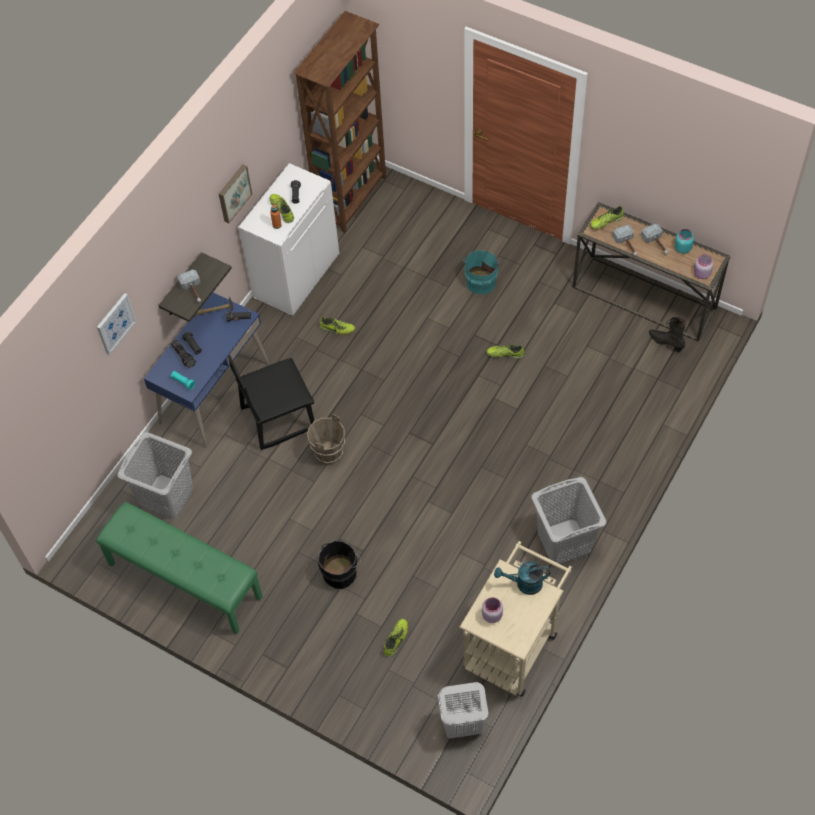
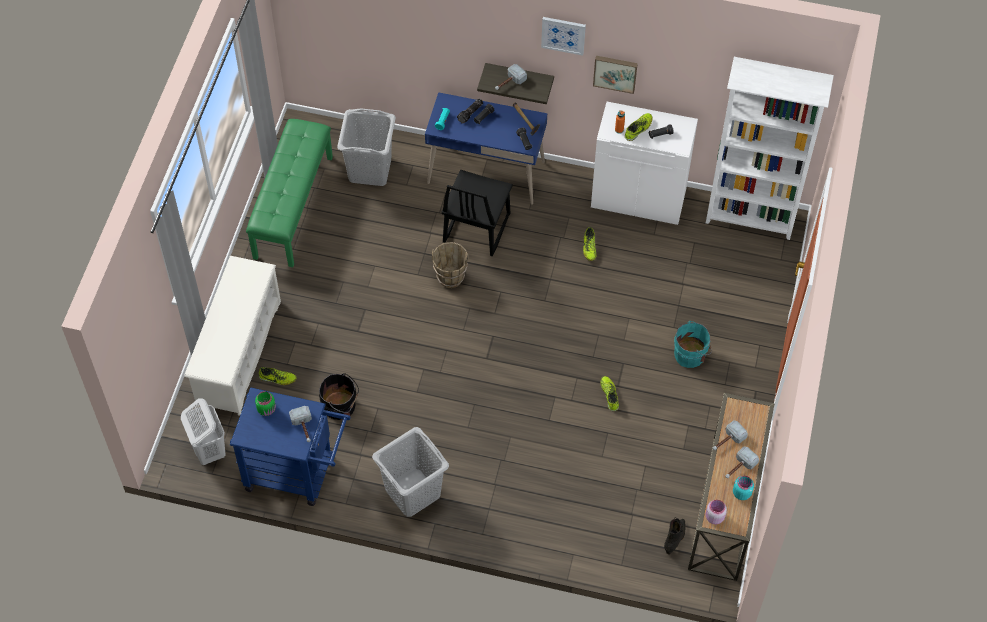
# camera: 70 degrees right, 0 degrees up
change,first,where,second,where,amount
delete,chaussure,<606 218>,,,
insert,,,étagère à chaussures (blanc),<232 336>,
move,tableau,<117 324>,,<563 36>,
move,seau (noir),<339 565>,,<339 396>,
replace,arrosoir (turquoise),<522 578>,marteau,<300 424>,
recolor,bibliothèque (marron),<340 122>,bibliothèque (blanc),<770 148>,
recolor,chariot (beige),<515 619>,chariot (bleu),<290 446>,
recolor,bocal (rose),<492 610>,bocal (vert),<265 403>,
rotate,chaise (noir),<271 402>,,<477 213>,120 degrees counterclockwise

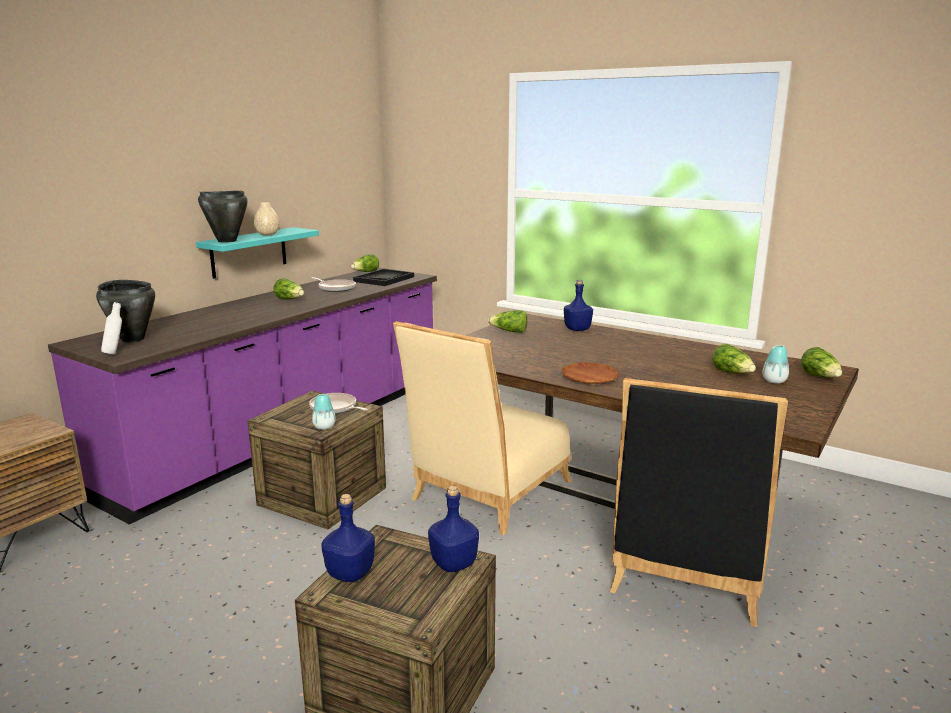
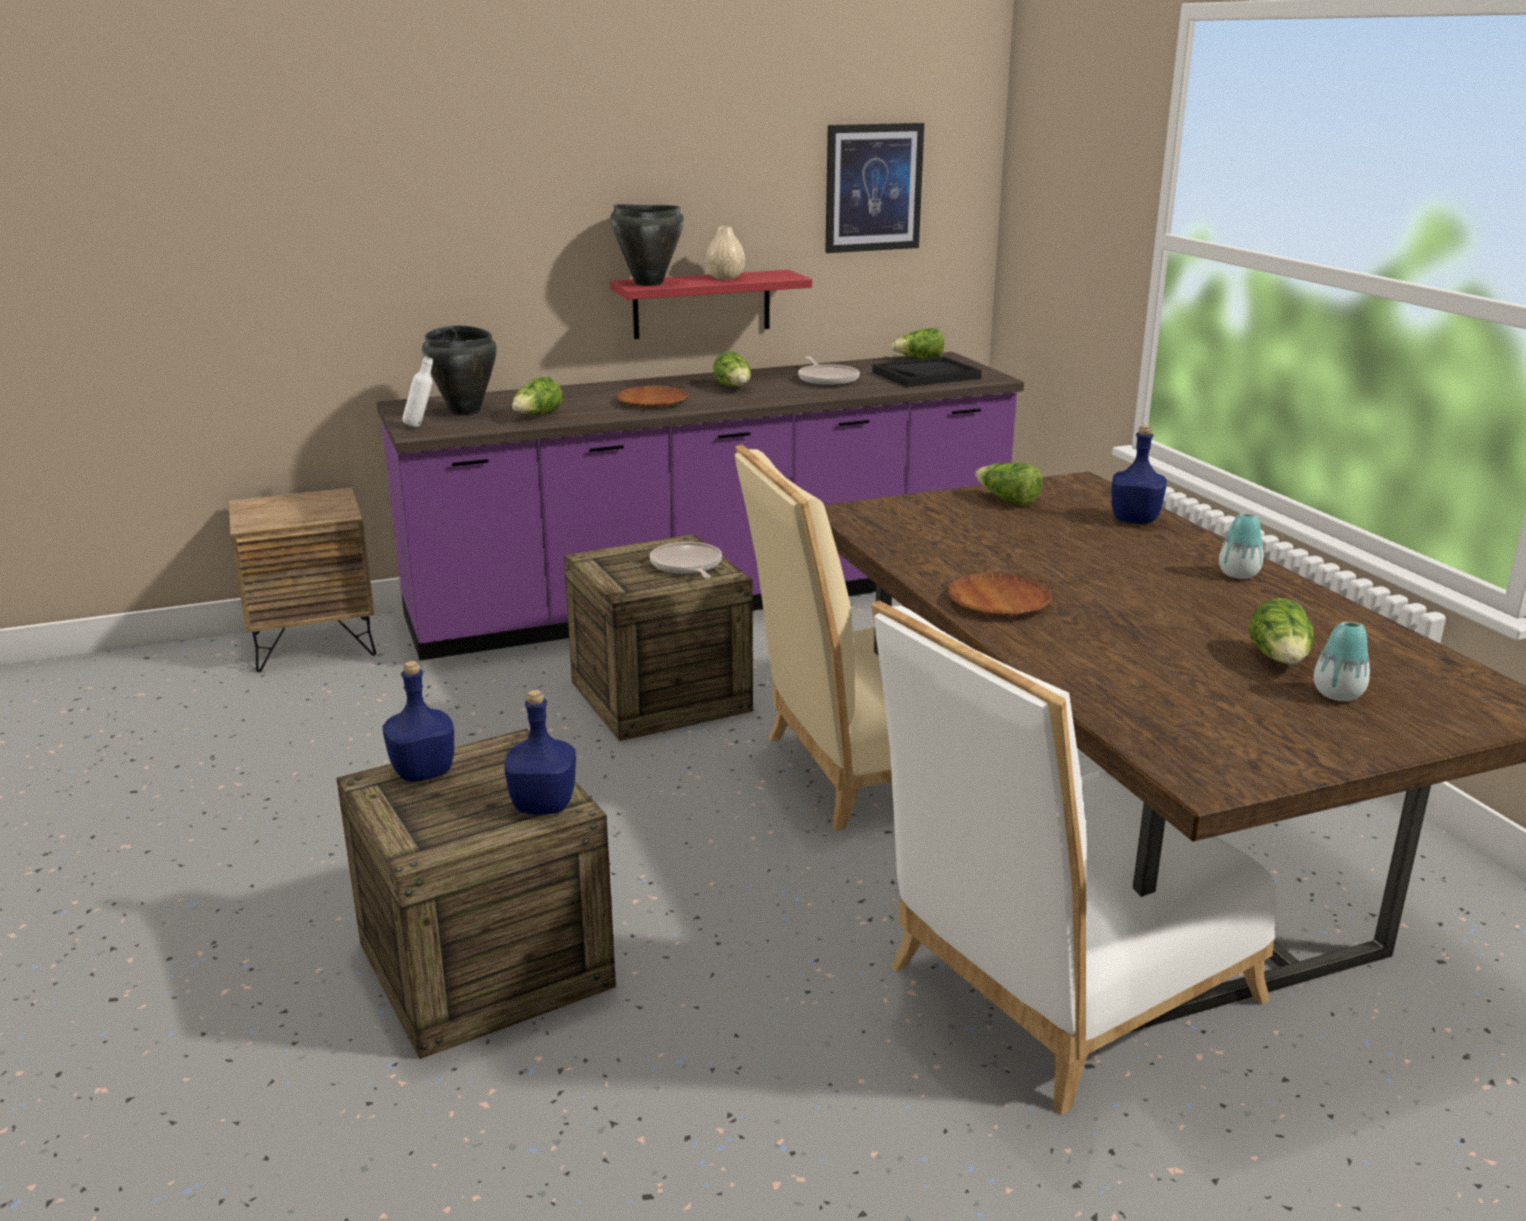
# camera: 35 degrees right, 5 degrees up
change,first,where,second,where,amount
insert,,,assiette (marron),<652 396>,
insert,,,tableau,<874 188>,
move,vase,<324 412>,,<1241 546>,
move,laitue,<821 362>,,<537 395>,
recolor,étagère (turquoise),<257 253>,étagère (rouge),<711 304>,
recolor,chaise (noir),<699 502>,chaise (blanc),<1074 857>,

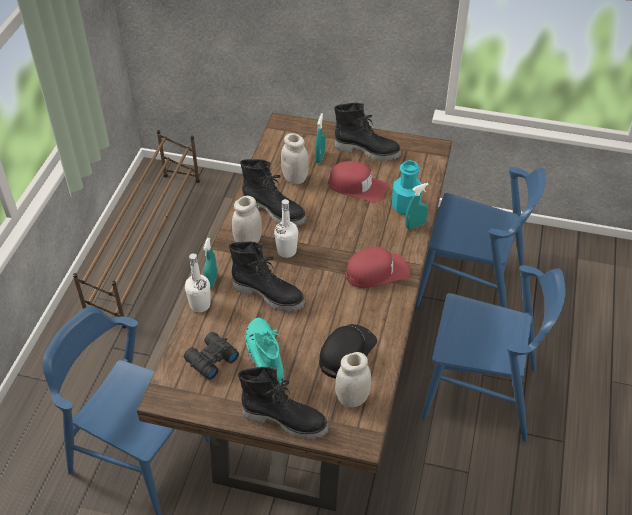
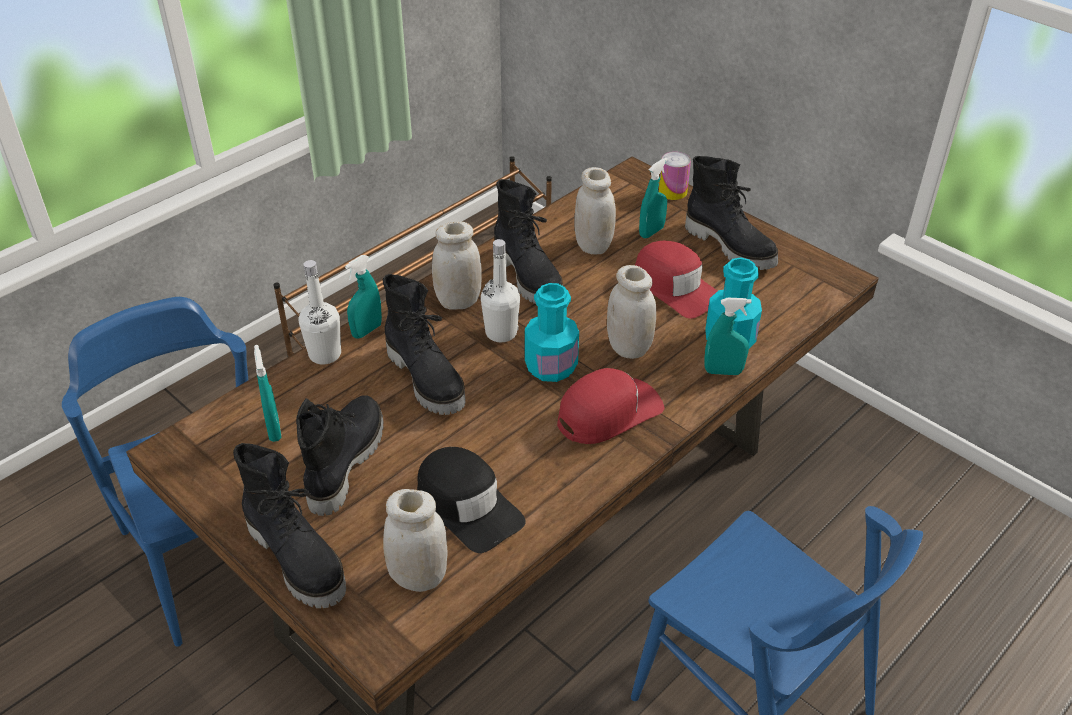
# camera: 30 degrees right, 5 degrees down
change,first,where,second,where,amount
delete,chaise (bleu),<480 237>,,,
insert,,,bouteille (turquoise),<552 332>,
insert,,,bocal (blanc),<631 312>,
insert,,,boîte métallique,<675 176>,
replace,jumelles (noir),<211 356>,vaporisateur (turquoise),<268 393>,
recolor,botte (turquoise),<265 352>,botte (noir),<340 455>,
rotate,casquette (noir),<348 351>,,<471 500>,75 degrees clockwise
rotate,casquette (rouge),<377 267>,,<610 406>,45 degrees counterclockwise

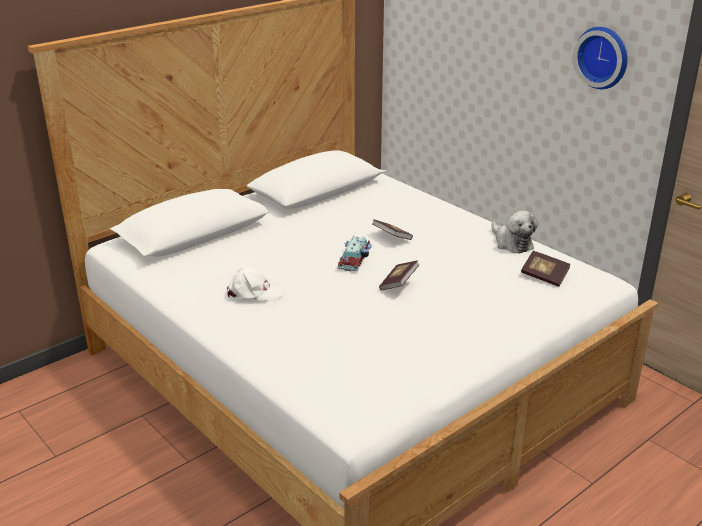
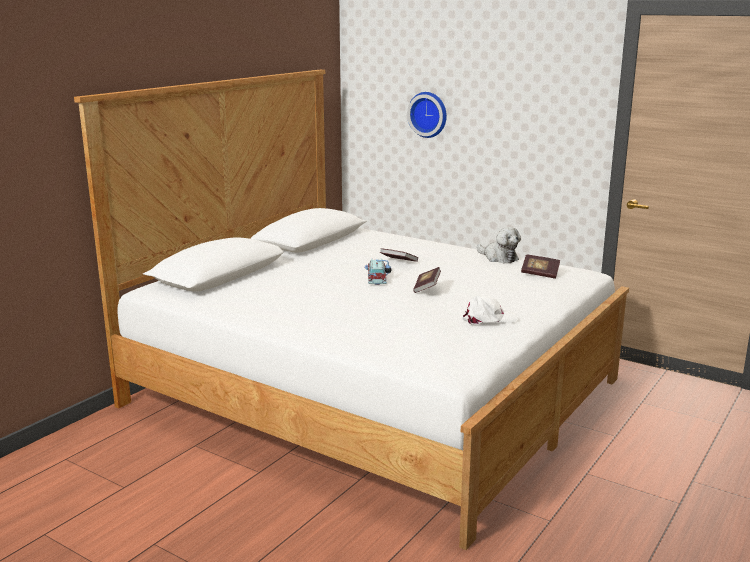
# camera: 15 degrees left, 10 degrees down
change,first,where,second,where,amount
move,casquette (blanc),<255 284>,,<490 310>,
move,horloge murale,<600 58>,,<427 115>,

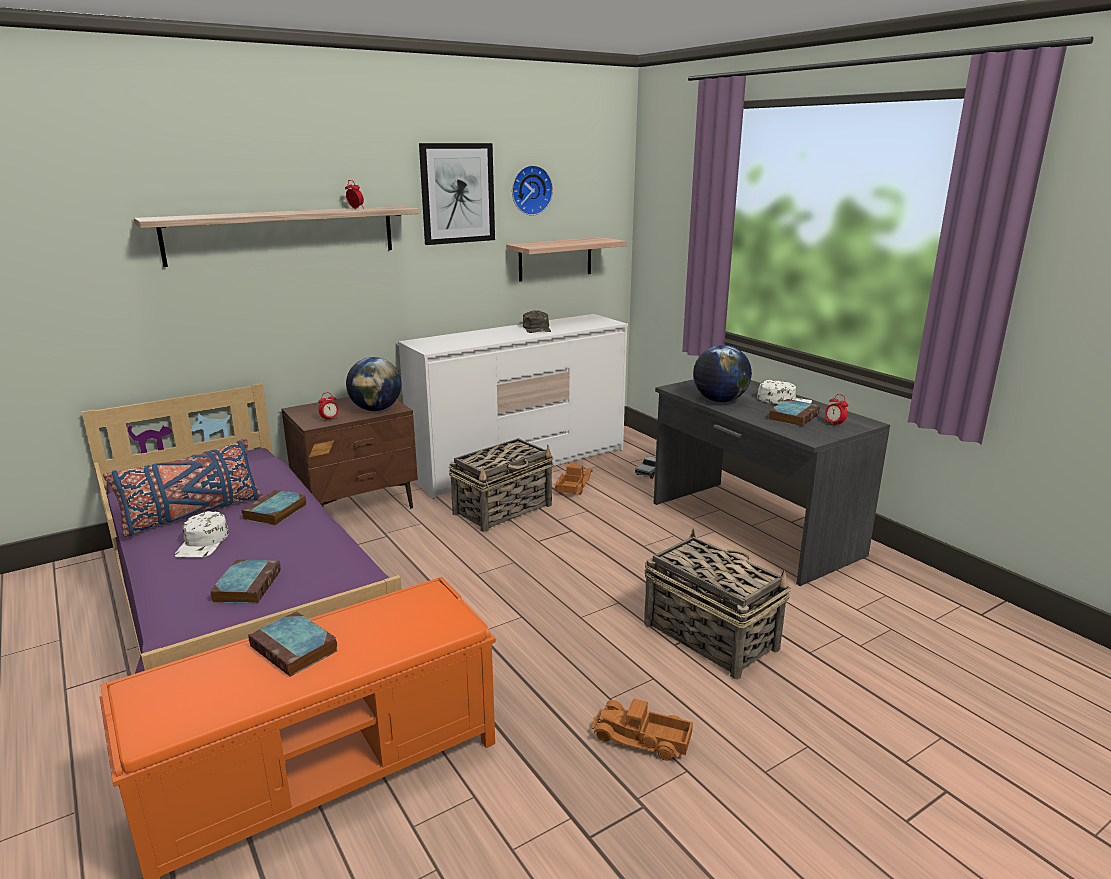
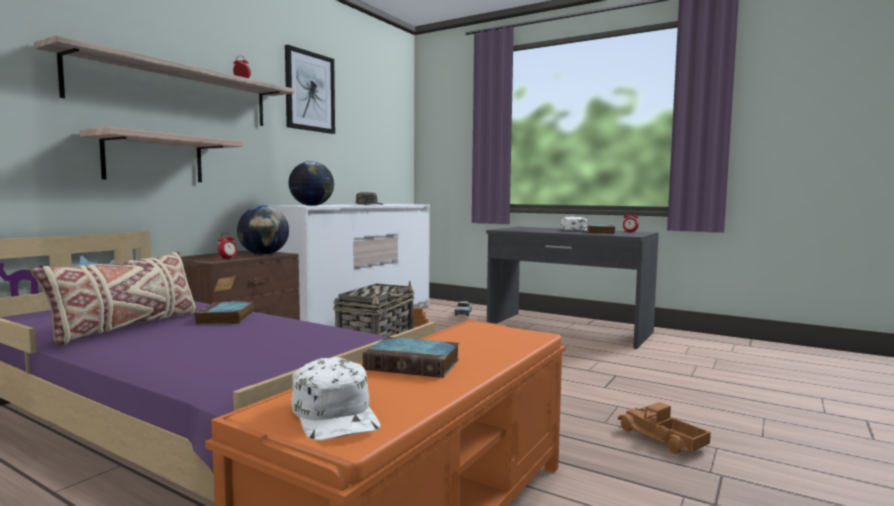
# camera: 25 degrees left, 15 degrees down
change,first,where,second,where,amount
delete,livre,<245 582>,,,
delete,horloge murale,<532 190>,,,
delete,panier,<717 604>,,,
move,casquette (blanc),<202 534>,,<336 399>,
move,étagère,<566 259>,,<161 154>,
move,globe,<722 373>,,<311 183>,
recolor,coussin (bleu),<183 488>,coussin (beige),<114 298>,
rotate,camion jouet,<642 729>,,<664 428>,60 degrees clockwise

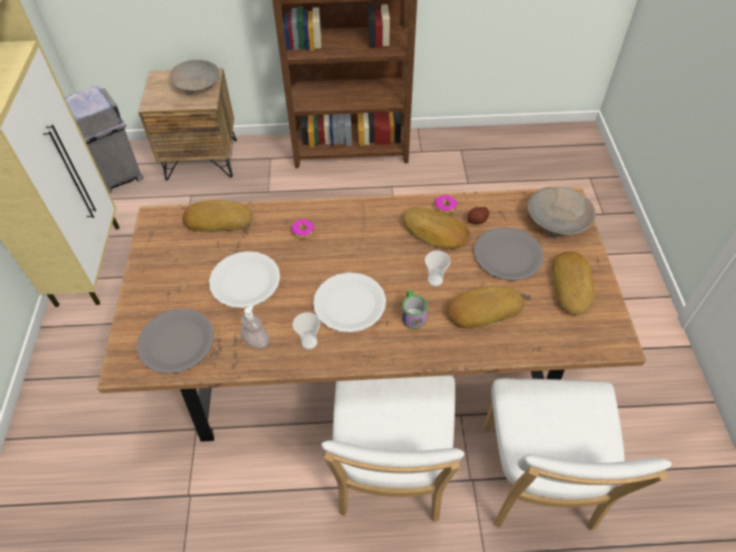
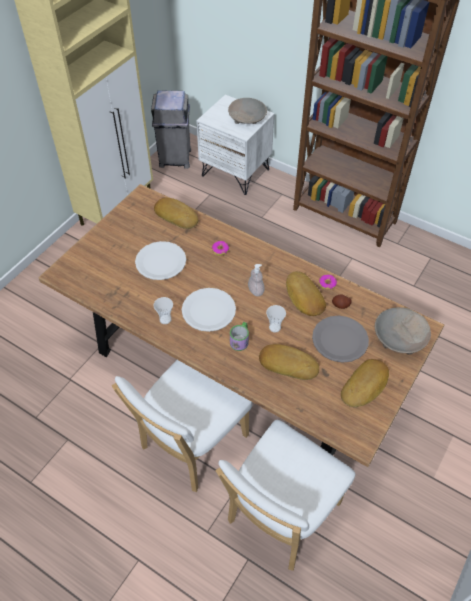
# camera: 35 degrees right, 0 degrees up
change,first,where,second,where,amount
delete,assiette (gris),<175 341>,,,
move,distributeur de savon,<254 327>,,<256 280>,
recolor,table de chevet (marron),<187 124>,table de chevet (blanc),<235 145>,

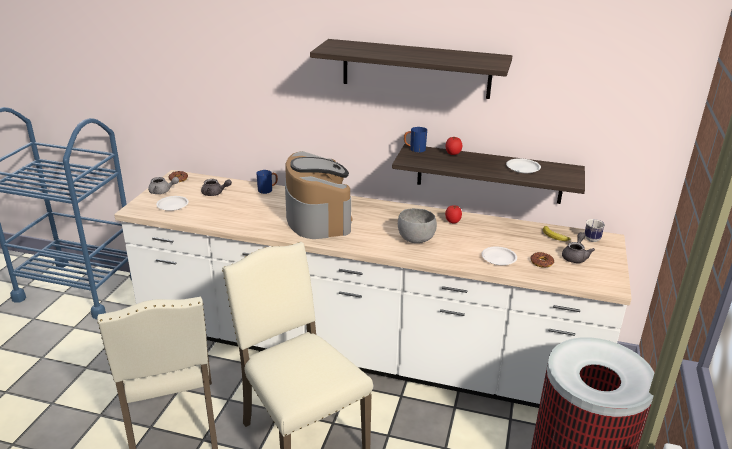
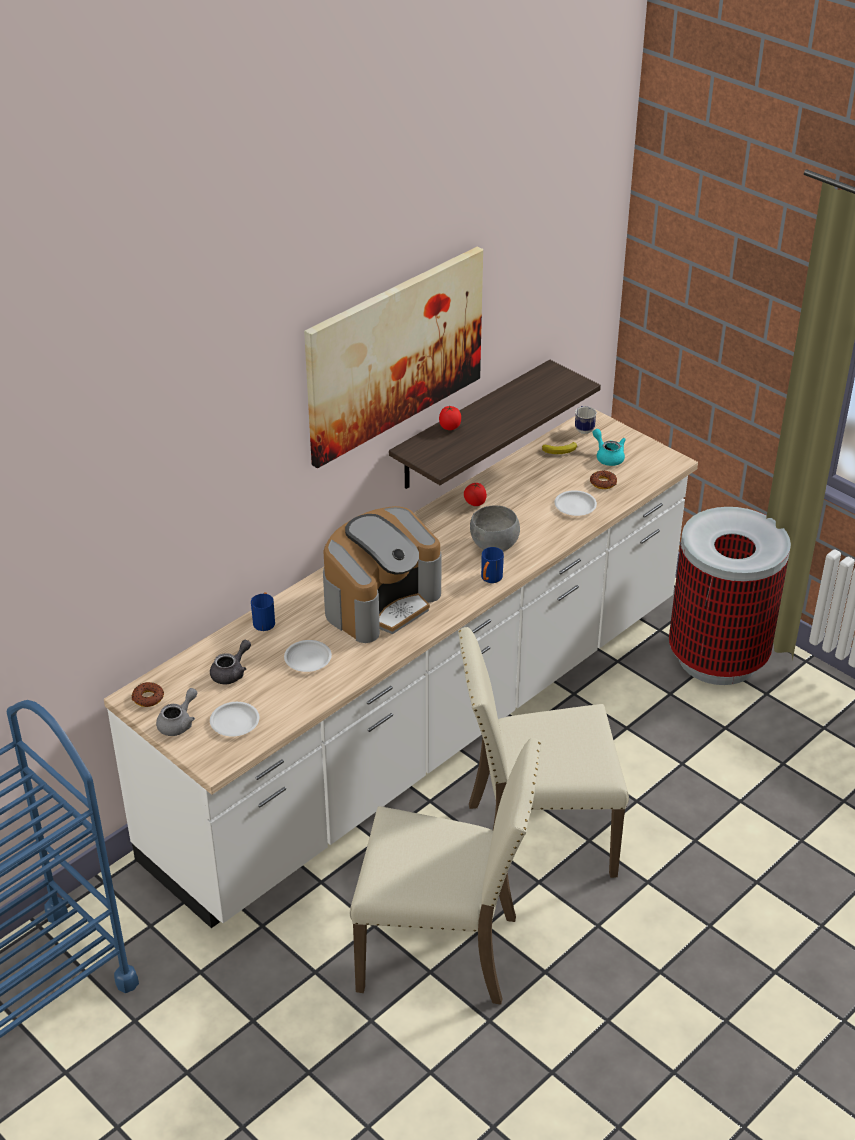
# camera: 60 degrees left, 10 degrees up
change,first,where,second,where,amount
move,mug (bleu),<415 140>,,<492 565>,
move,assiette (blanc),<523 165>,,<308 656>,
replace,étagère,<411 69>,tableau,<393 357>,
recolor,théière (gris),<578 247>,théière (turquoise),<609 447>,
rotate,machine à café,<318 195>,,<382 574>,120 degrees clockwise

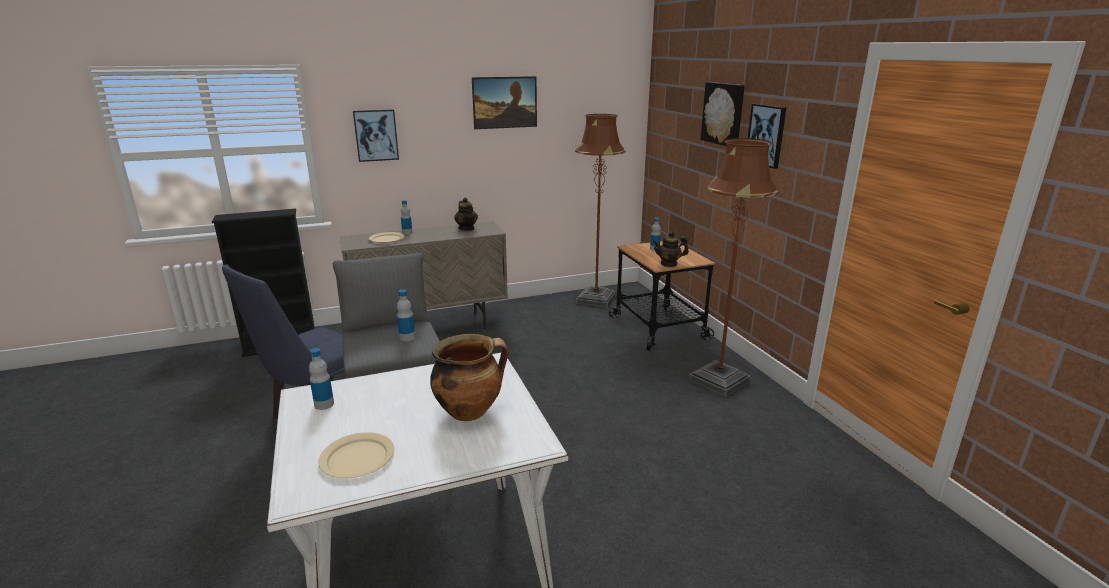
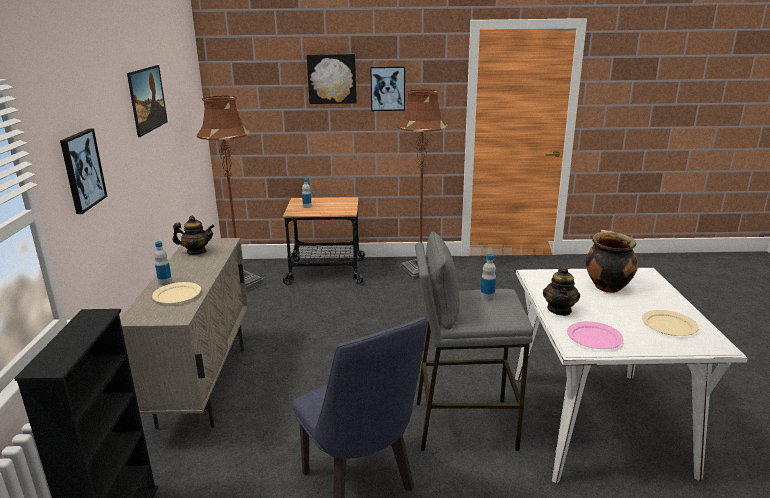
# camera: 70 degrees left, 0 degrees up
change,first,where,second,where,amount
move,théière,<671 249>,,<561 291>,
replace,bouteille,<321 379>,assiette (rose),<595 335>,

